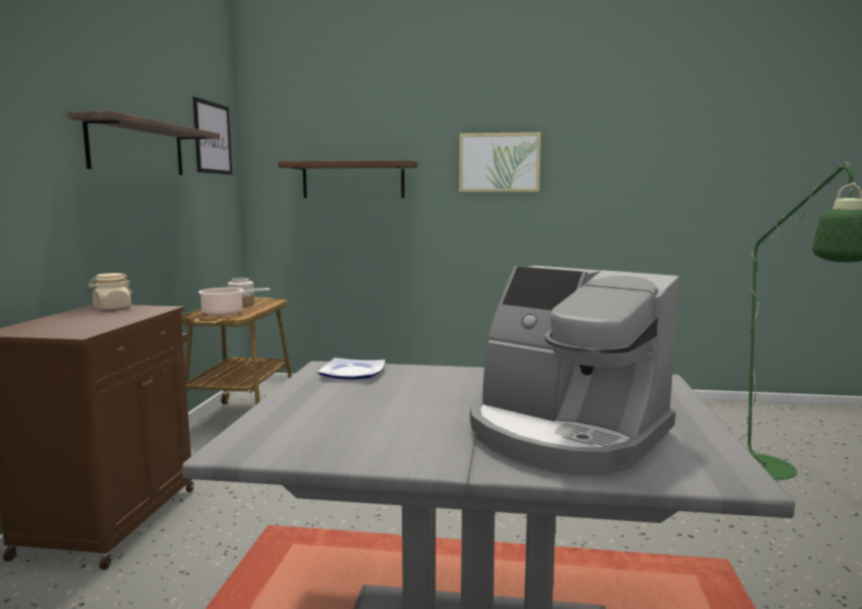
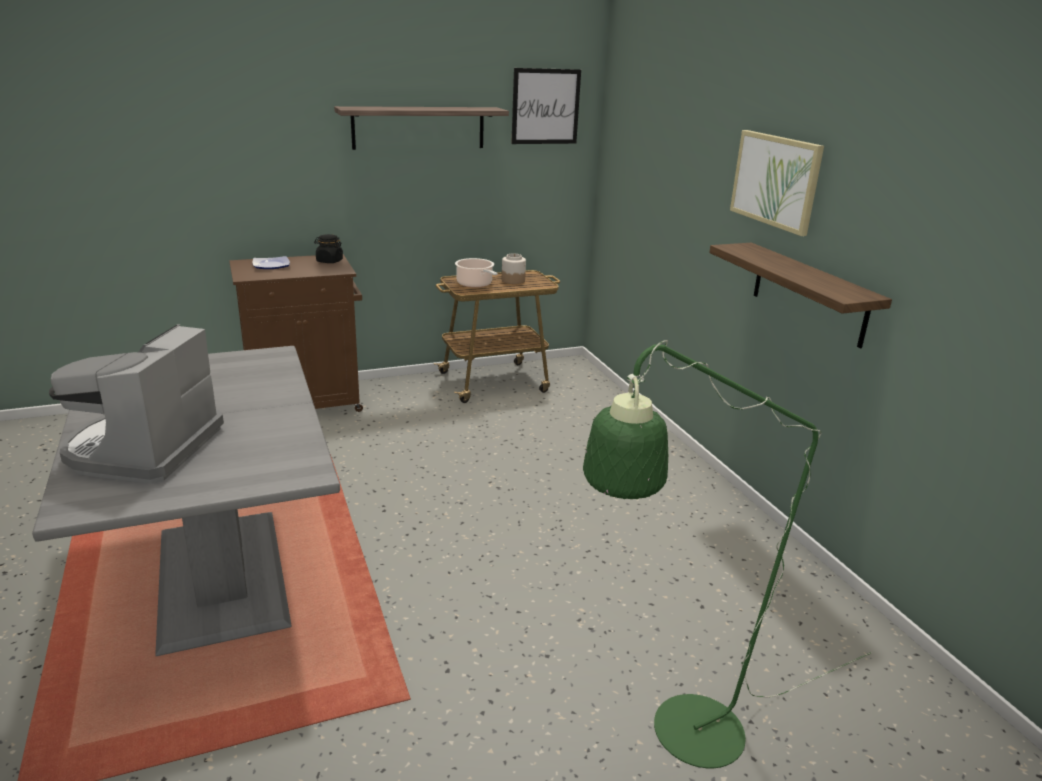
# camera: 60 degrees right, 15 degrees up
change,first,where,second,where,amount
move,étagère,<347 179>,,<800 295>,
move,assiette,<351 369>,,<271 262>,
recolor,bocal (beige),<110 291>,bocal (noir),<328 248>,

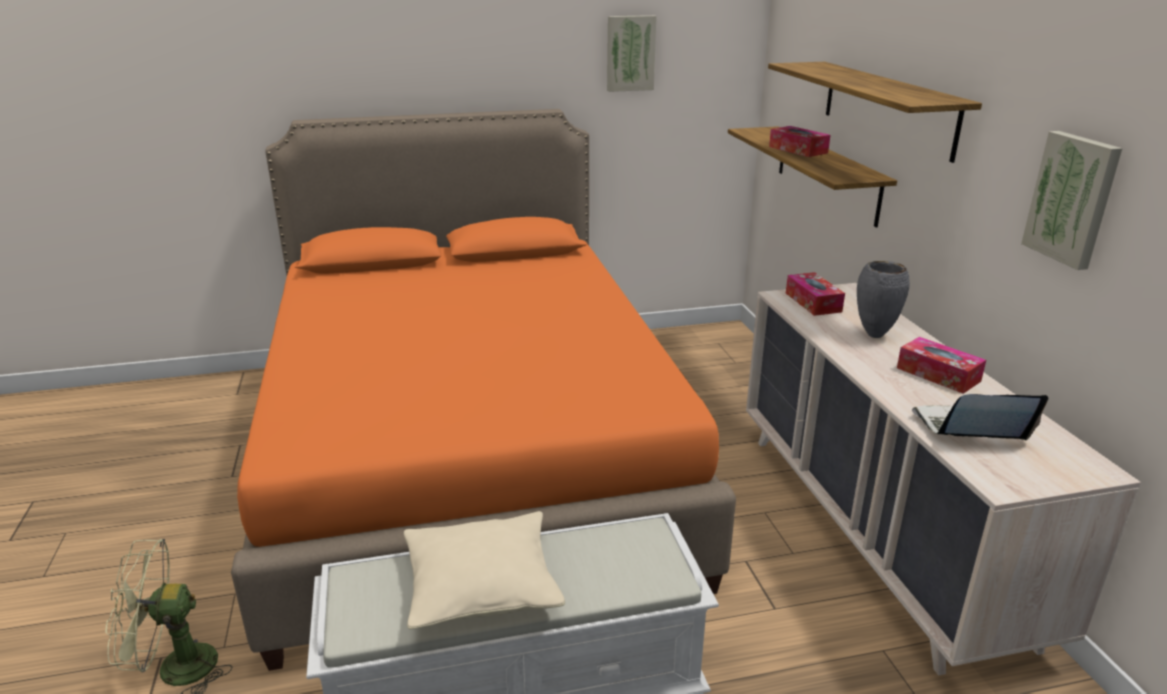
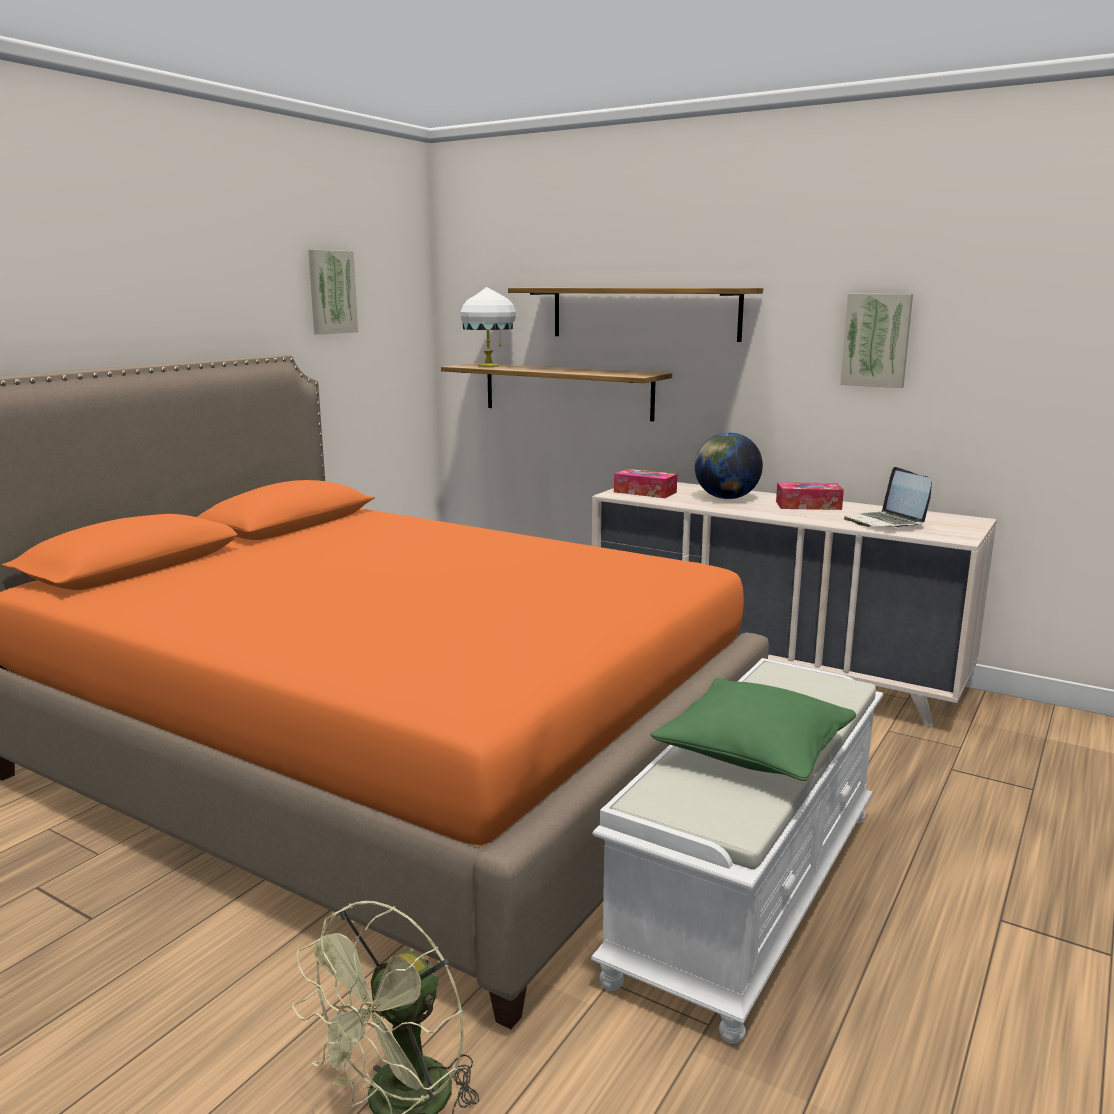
# camera: 45 degrees left, 10 degrees down
change,first,where,second,where,amount
delete,boîte à mouchoirs,<800 141>,,,
insert,,,lampe de table (blanc),<488 327>,
replace,vase (gris),<883 299>,globe,<729 465>,
recolor,coussin (beige),<484 570>,coussin (vert),<753 729>,
rotate,ordinateur portable,<980 417>,,<888 497>,60 degrees counterclockwise

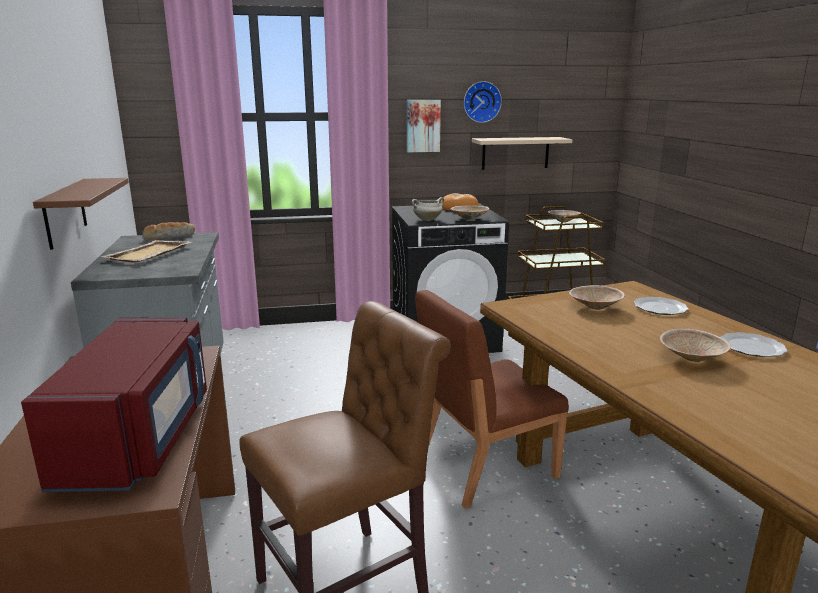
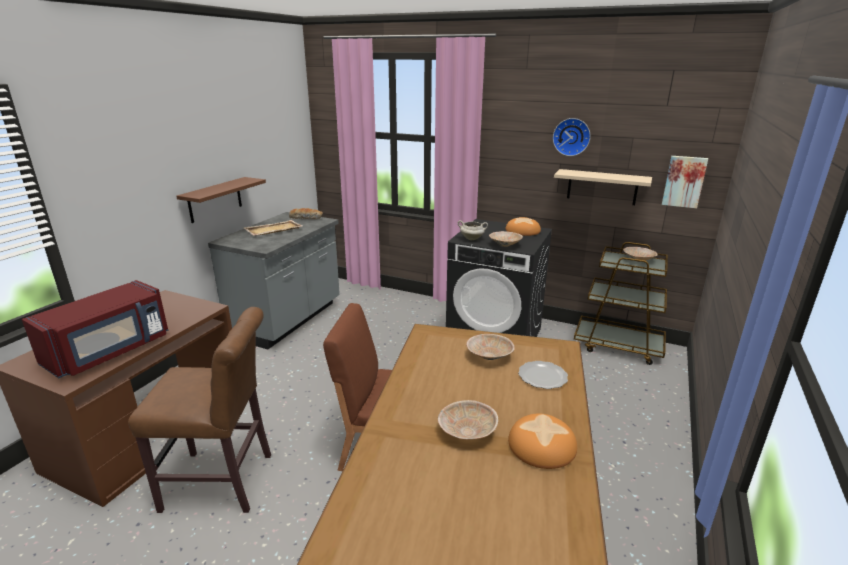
# camera: 35 degrees right, 5 degrees up
change,first,where,second,where,amount
move,tableau,<424 126>,,<685 182>,
replace,assiette,<754 344>,pain,<542 441>,

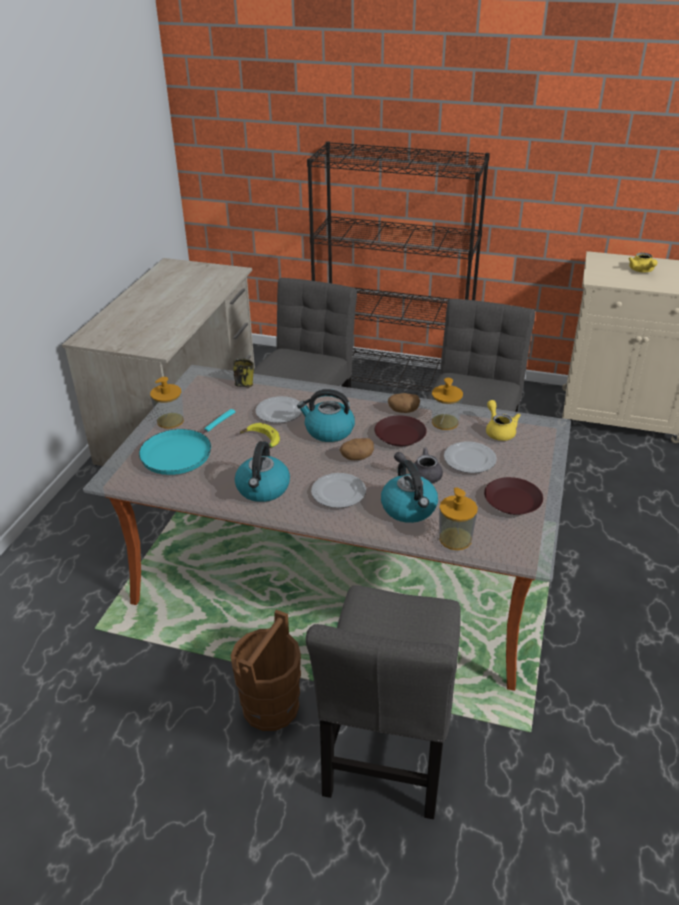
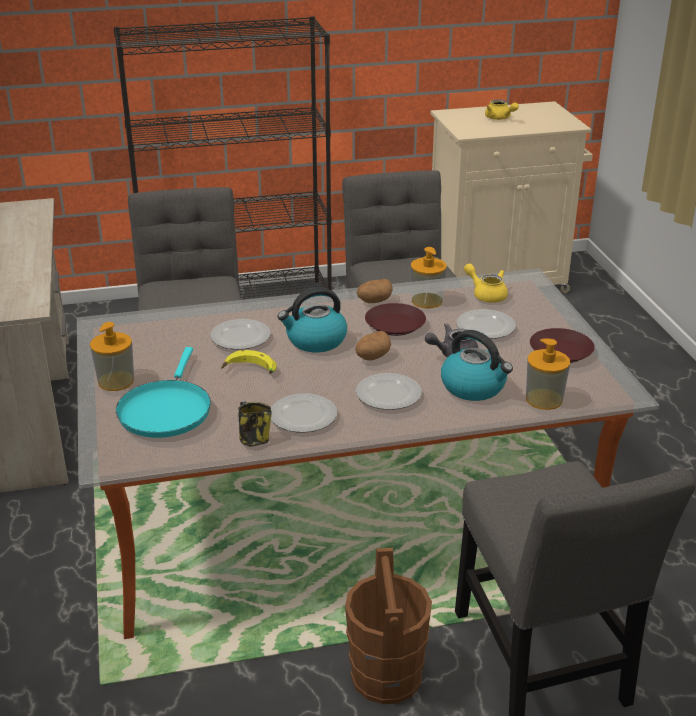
# camera: 30 degrees left, 5 degrees down
change,first,where,second,where,amount
move,mug,<243 372>,,<255 424>,
replace,bouilloire,<262 471>,assiette,<304 413>,

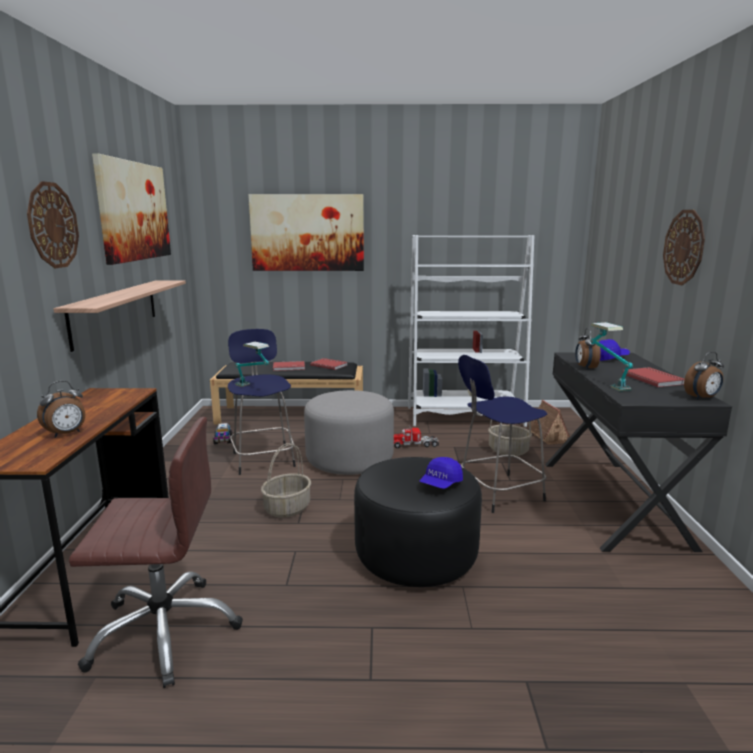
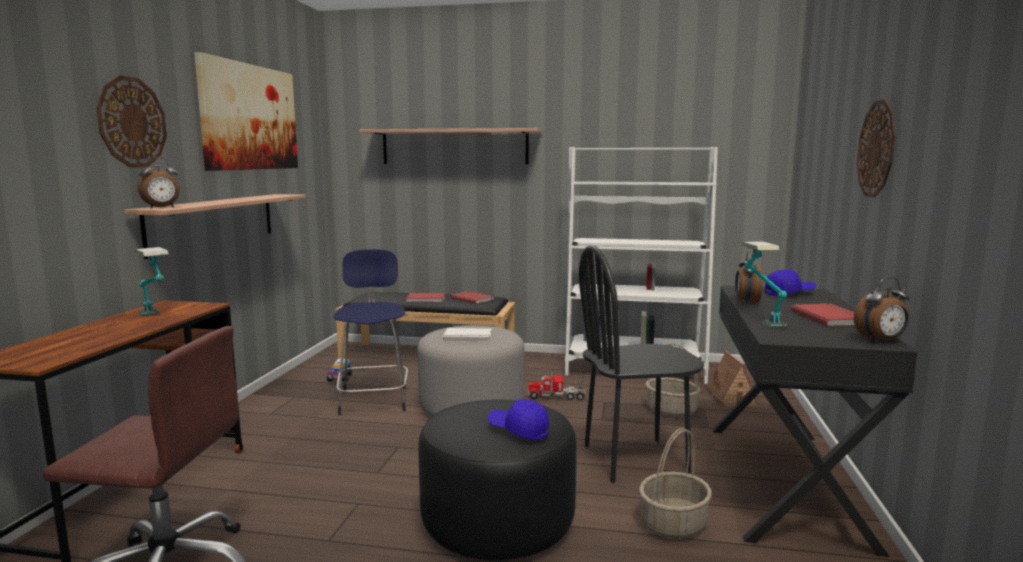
# camera: 10 degrees right, 5 degrees down
change,first,where,second,where,amount
insert,,,livre (blanc),<467 335>,
move,réveil,<61 409>,,<159 182>,
move,lampe de table,<252 364>,,<152 281>,
move,panier,<286 480>,,<675 483>,
replace,tableau,<306 232>,étagère,<450 146>,
replace,tabouret (bleu),<502 434>,chaise (noir),<641 364>,
rotate,casquette (bleu),<441 473>,,<518 419>,75 degrees clockwise

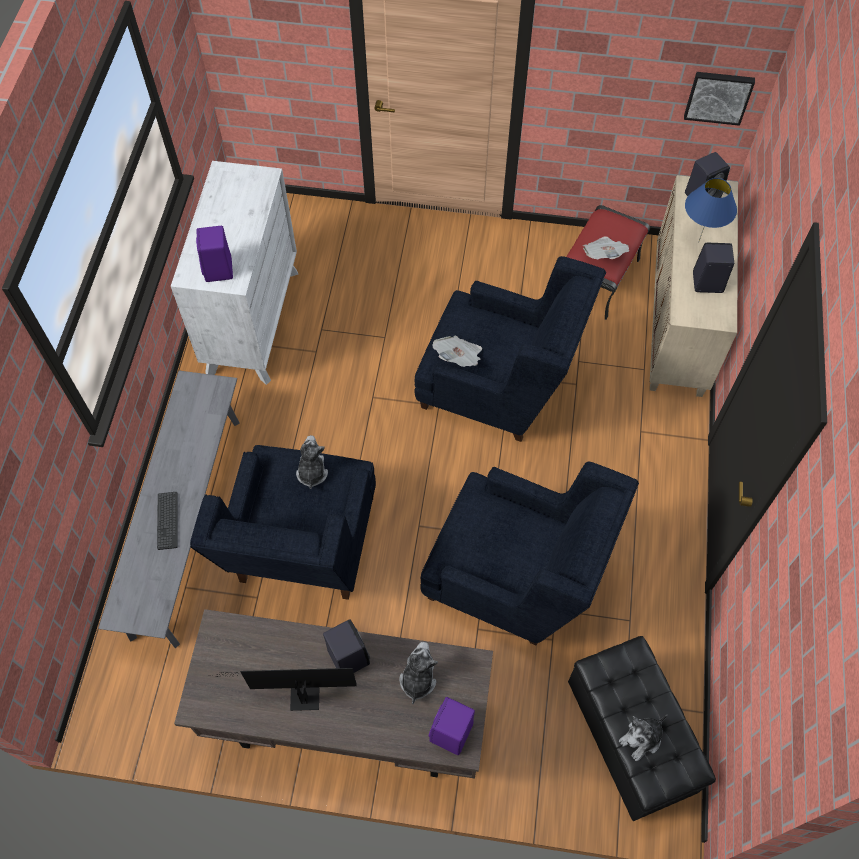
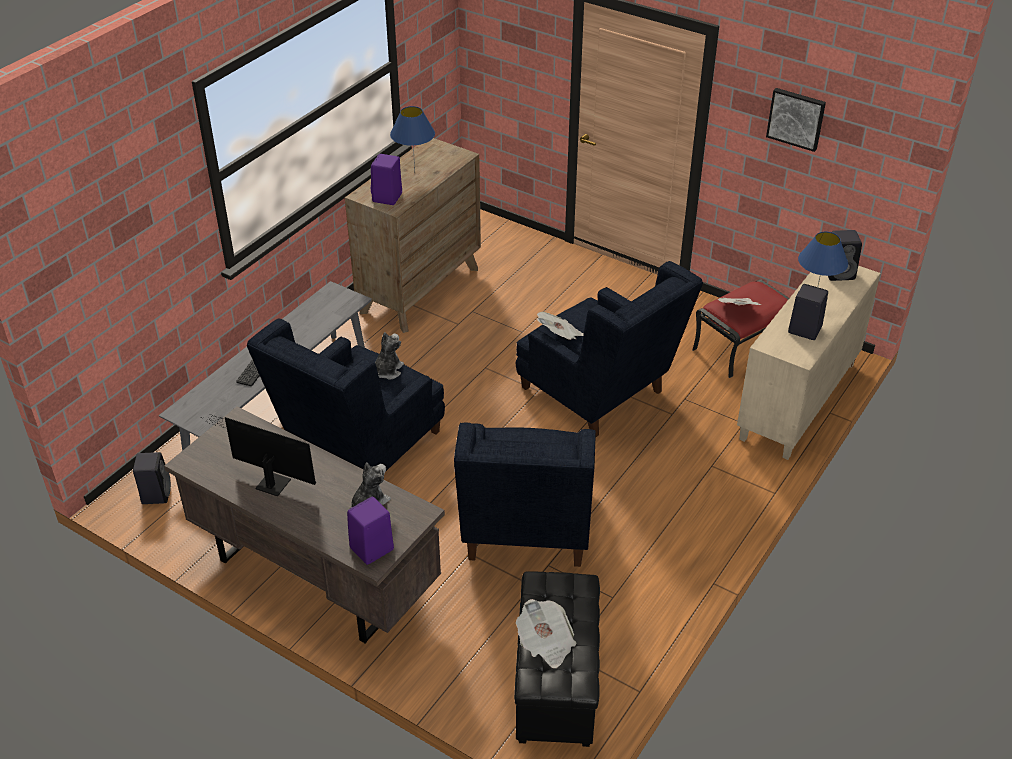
# camera: 25 degrees right, 20 degrees down
change,first,where,second,where,amount
insert,,,lampe de table (bleu),<412 138>,
move,enceinte (noir),<346 646>,,<152 478>,
move,tableau,<719 99>,,<796 120>,
replace,peluche,<643 738>,journal,<546 633>,
recolor,commode (blanc),<234 273>,commode (marron),<413 235>,
rotate,fauteuil (bleu),<529 553>,,<525 495>,45 degrees clockwise

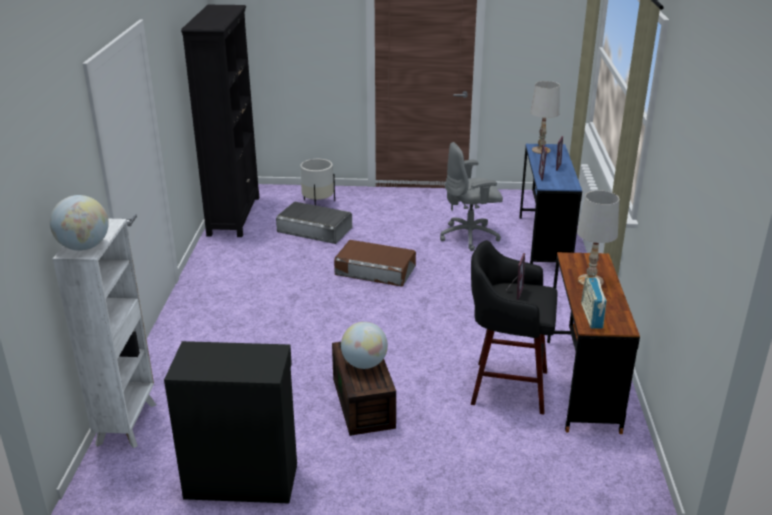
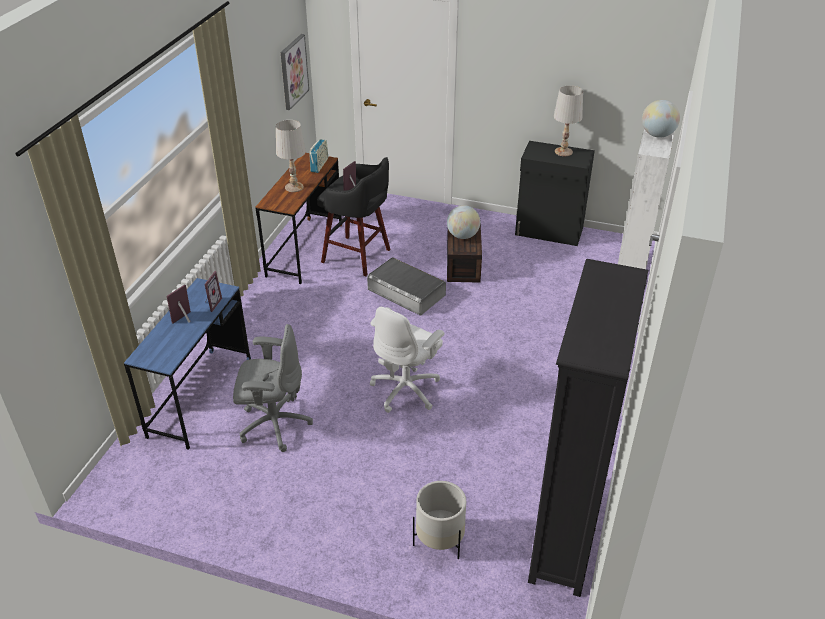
# camera: 165 degrees left, 10 degrees up
change,first,where,second,where,amount
insert,,,tableau,<294 72>,
move,boîte de rangement (gris),<314 223>,,<406 286>,
move,lampe de table (blanc),<545 117>,,<568 120>,
replace,boîte de rangement (marron),<375 263>,chaise de bureau (blanc),<407 360>,

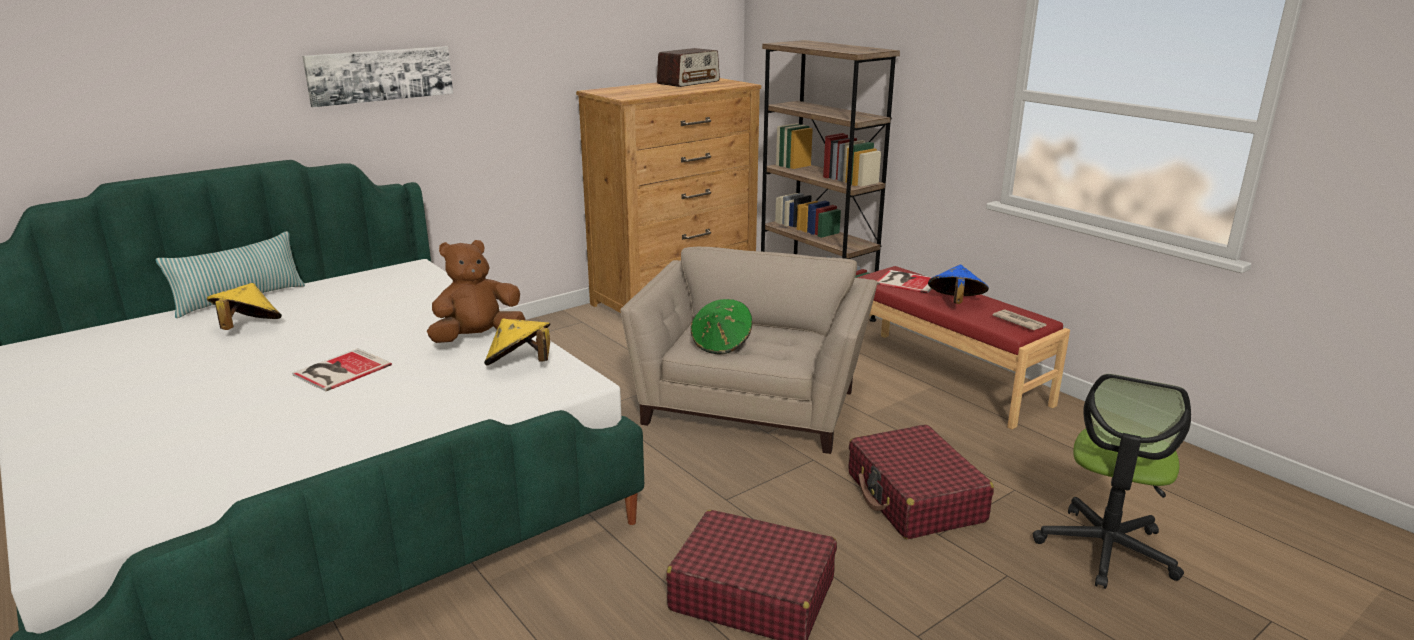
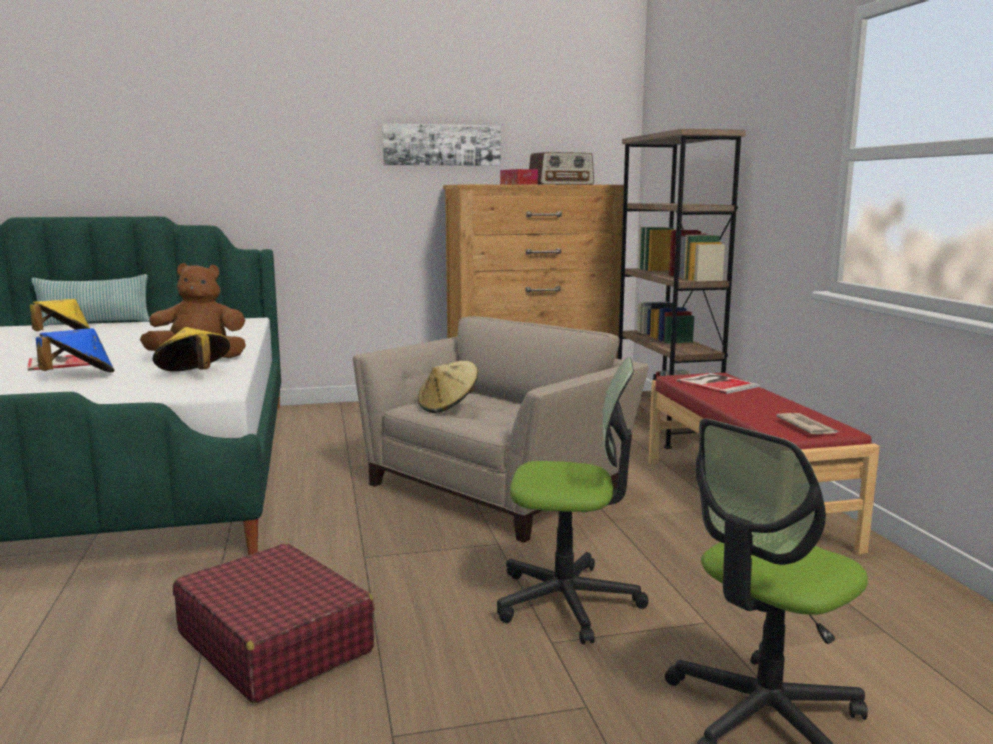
# camera: 25 degrees right, 10 degrees down
change,first,where,second,where,amount
insert,,,boîte à mouchoirs,<519 177>,
move,tableau,<377 76>,,<441 144>,
move,chapeau (bleu),<958 284>,,<75 350>,
replace,valise (rouge),<921 482>,chaise de bureau,<573 500>,
recolor,chapeau (vert),<721 326>,chapeau (beige),<448 387>,

